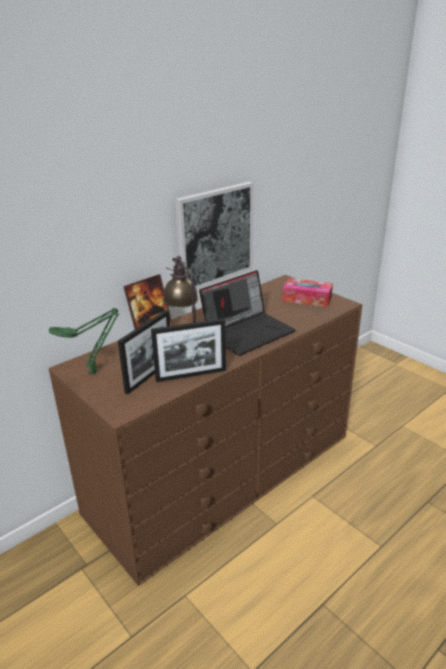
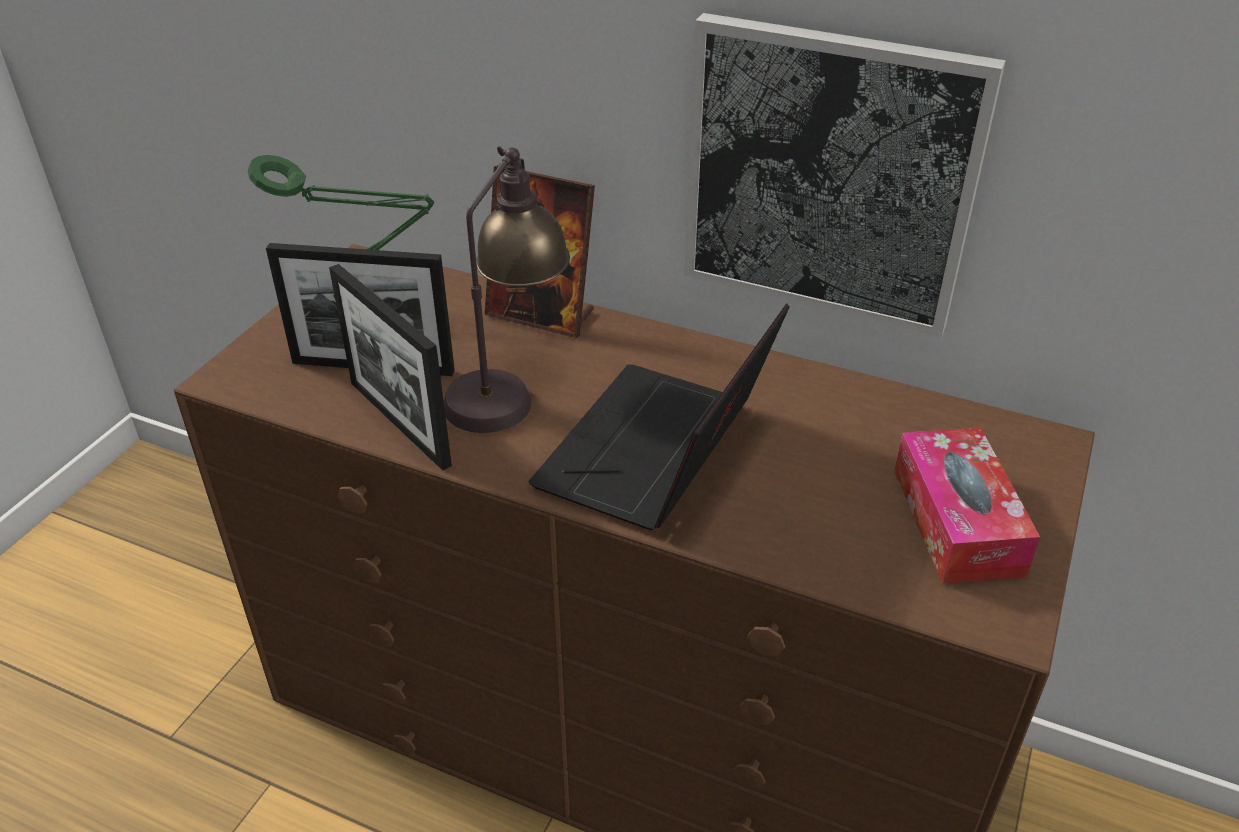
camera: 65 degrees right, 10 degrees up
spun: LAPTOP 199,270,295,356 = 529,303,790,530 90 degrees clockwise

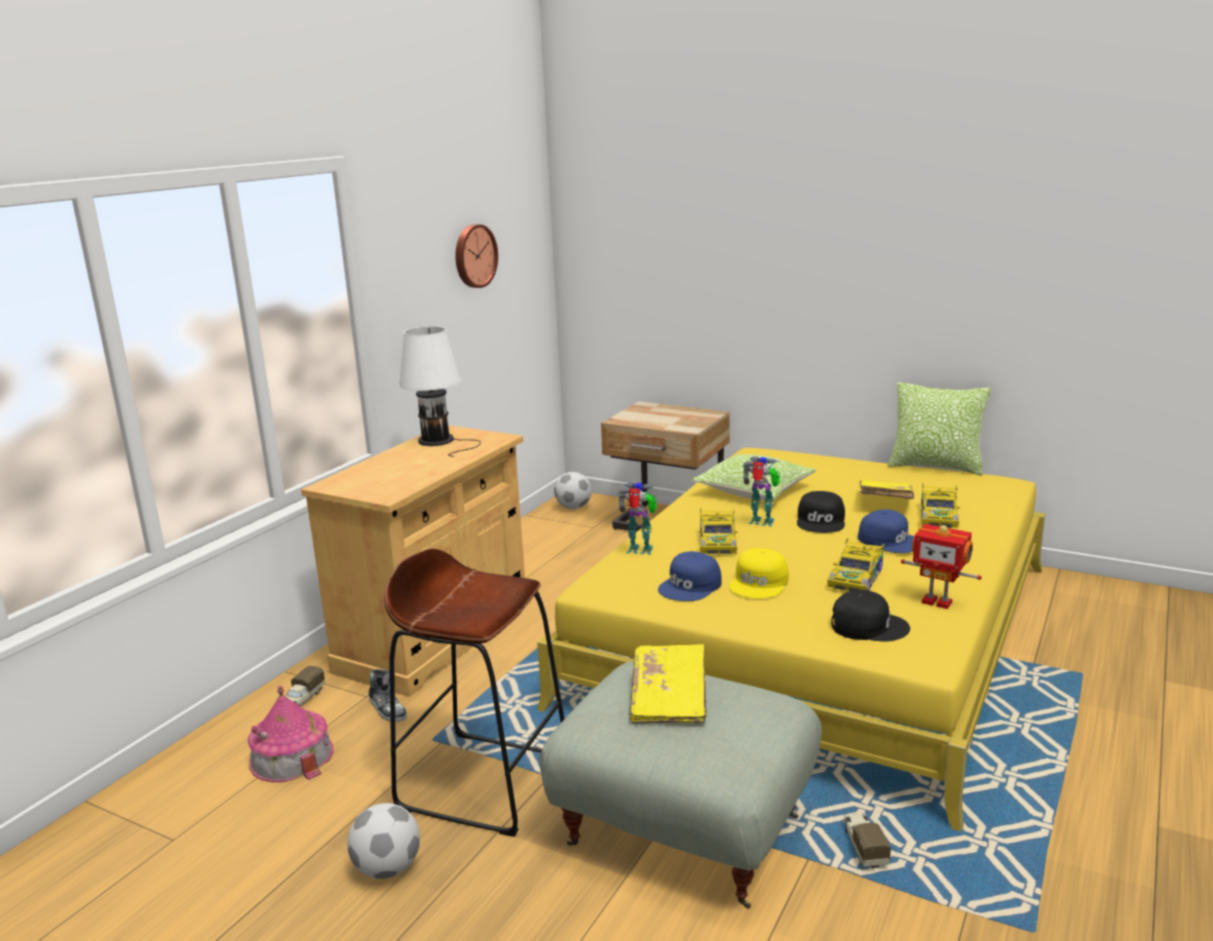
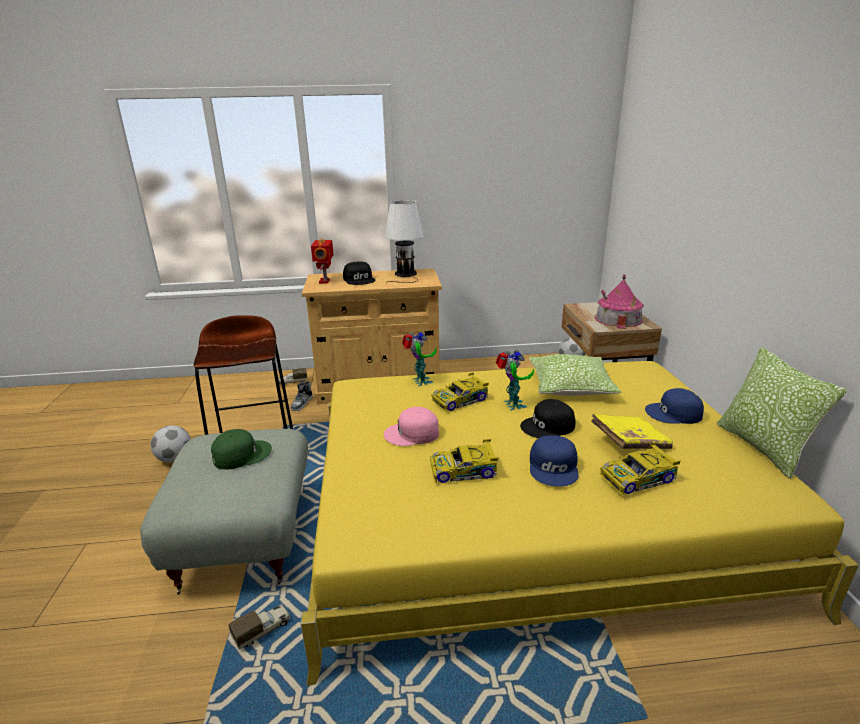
camera: 55 degrees right, 5 degrees up
missing: WALL CLOCK 455,224,498,288
relocated: TOY ROBOT 901,524,982,609 to 311,238,334,284; BLUE CAP 658,551,722,601 to 645,388,704,424; BLACK CAP 831,590,910,642 to 343,261,376,285; TOY HOUSE 248,686,334,782 to 595,274,644,329
exchanged: YELLOW BOOK 629,644,707,724 to GREEN CAP 211,429,272,470
colour: YELLOW CAP 729,548,789,598 to PINK CAP 384,407,439,446

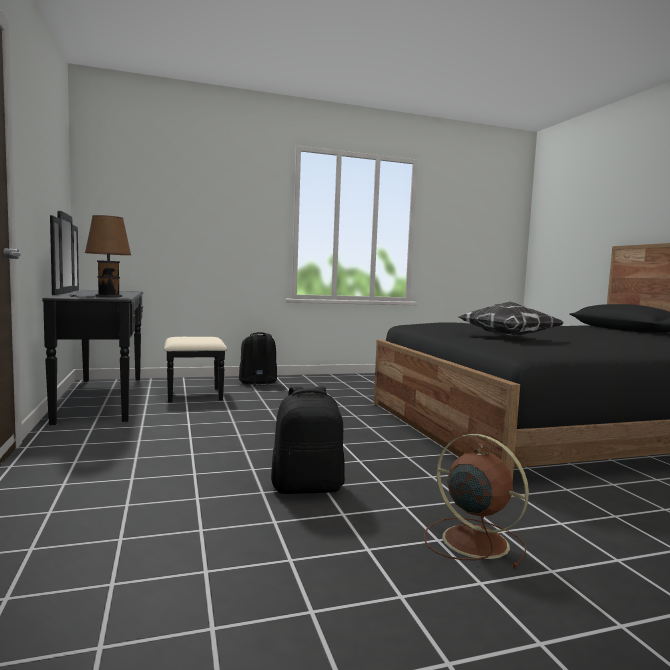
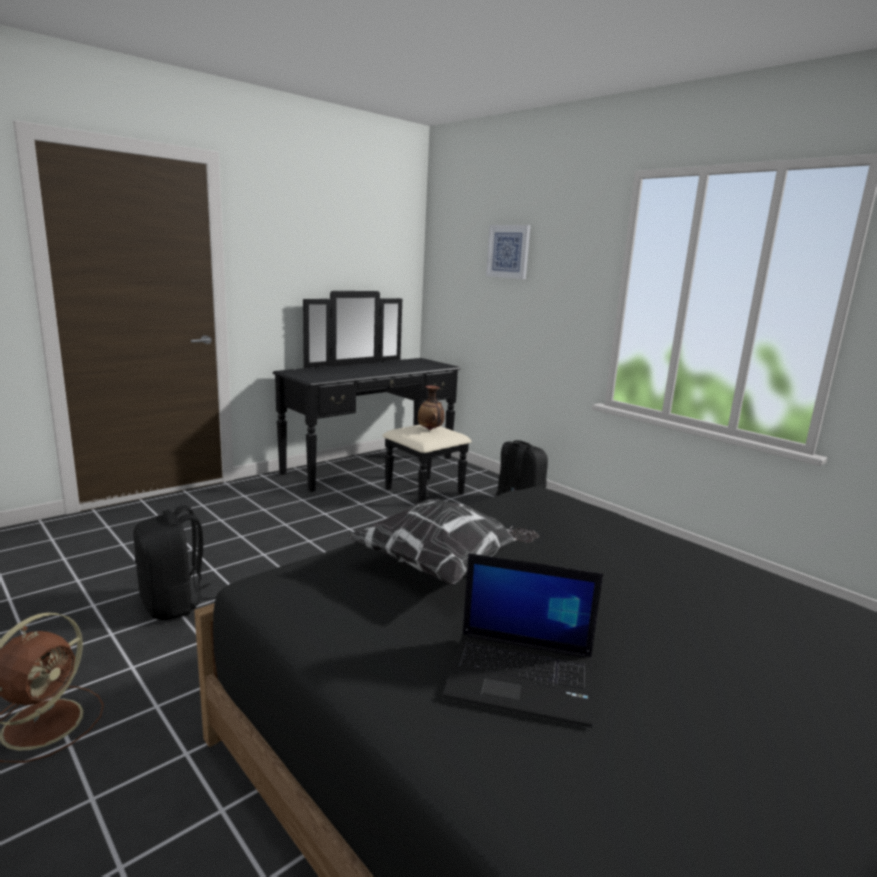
camera: 65 degrees right, 10 degrees up
missing: BROWN TABLE LAMP 70,215,131,297
appeared: PICTURE 486,225,530,279; VASE 418,386,444,430; LAPTOP 442,553,603,727

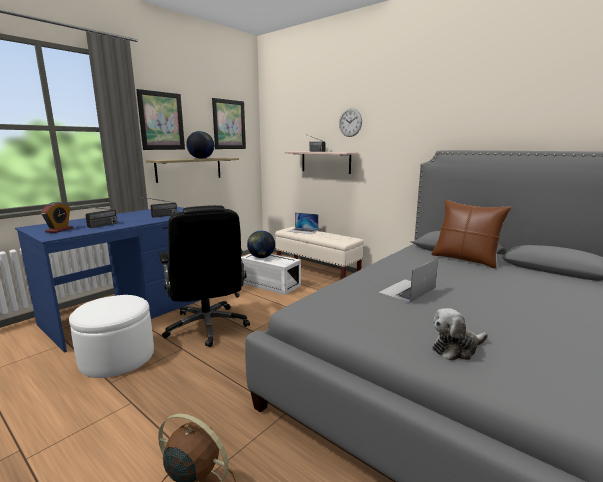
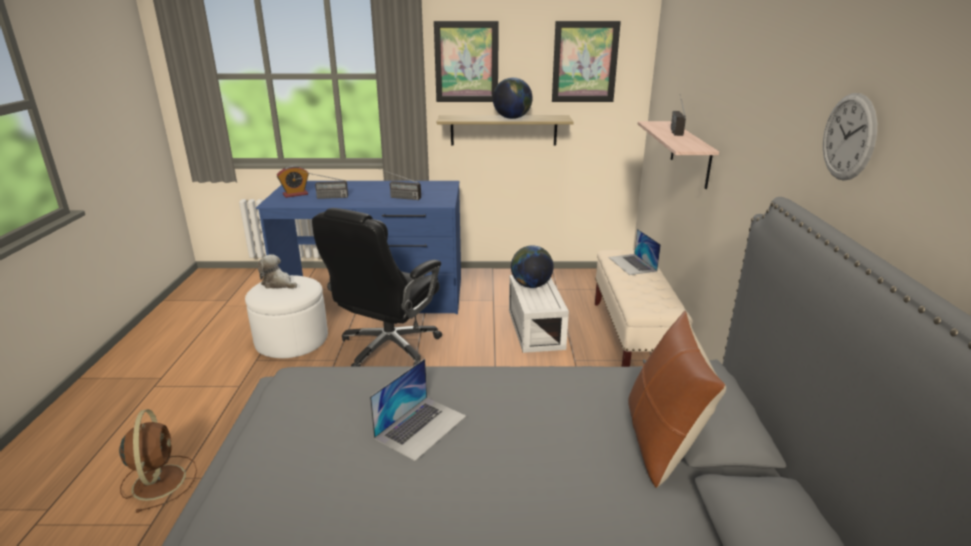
camera: 50 degrees right, 10 degrees up
relocated: WALL CLOCK 339,108,362,137 to 823,93,877,181; PLUSH TOY 432,308,488,360 to 257,254,297,289
spun: LAPTOP 378,258,438,303 = 370,359,466,461 120 degrees clockwise

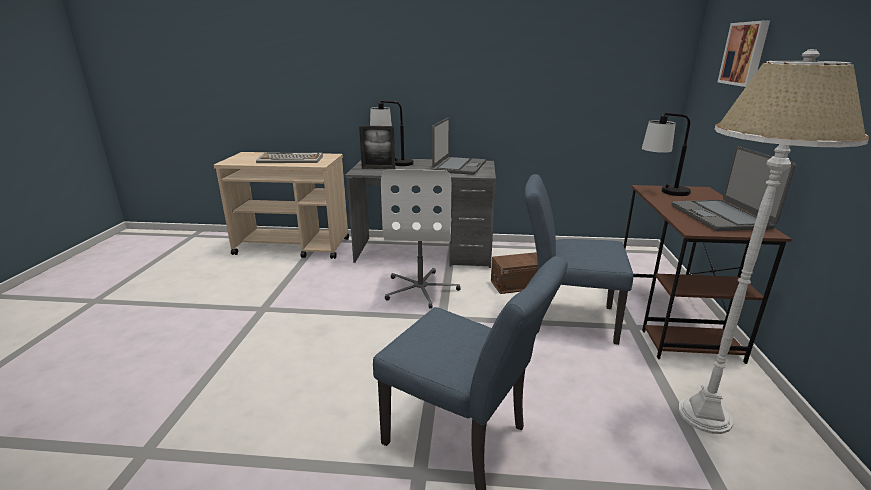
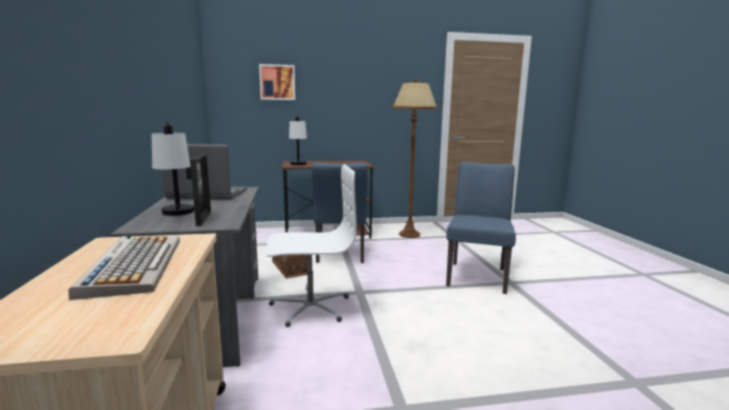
camera: 105 degrees left, 10 degrees down
missing: LAPTOP 672,146,796,231
colour: WHITE FLOOR LAMP 678,49,869,434 to BROWN FLOOR LAMP 392,79,438,238

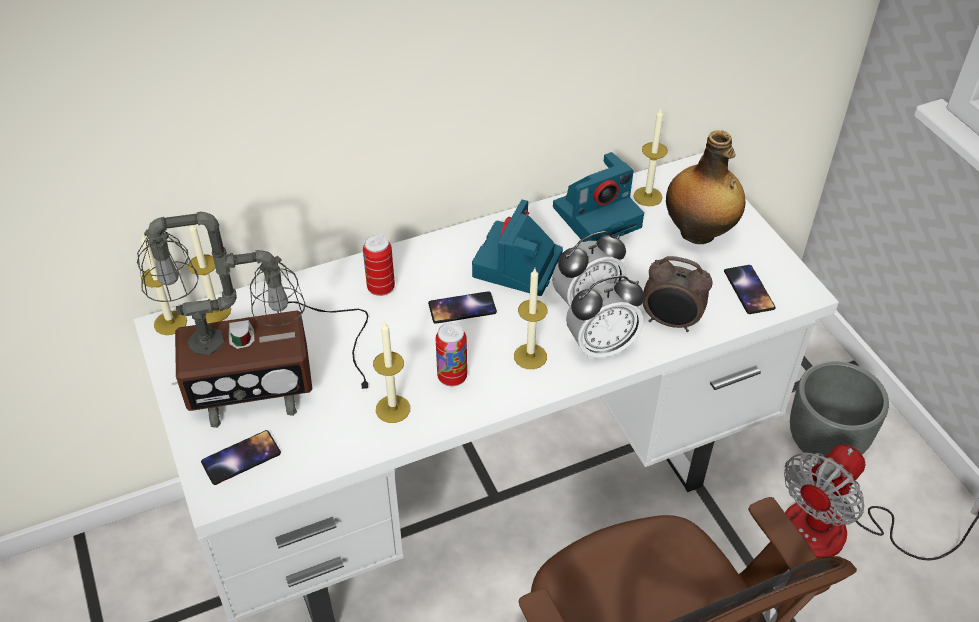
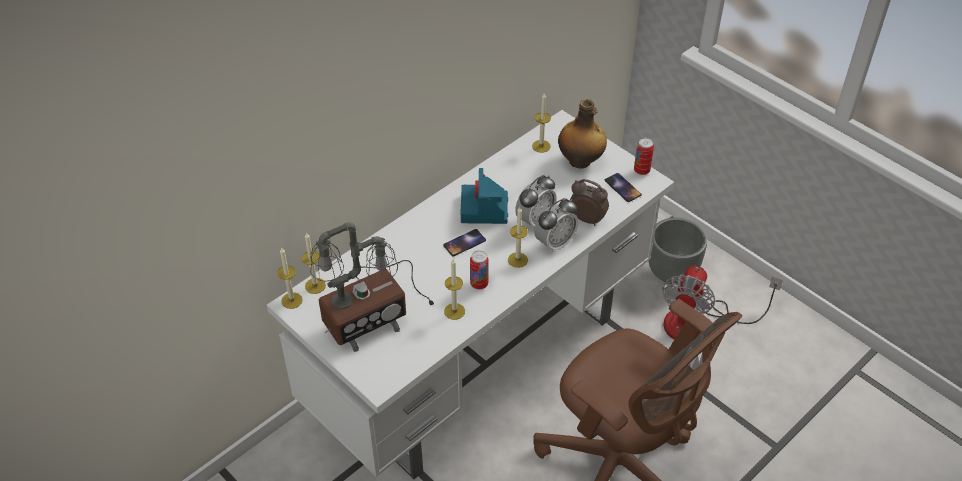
camera: 20 degrees left, 0 degrees up
missing: PHOTO CAMERA 553,152,644,242; PHONE 201,430,281,485
relocated: CAN 363,234,395,296 to 634,138,654,175
spun: ALARM CLOCK 642,256,713,332 = 570,179,609,226 150 degrees counterclockwise

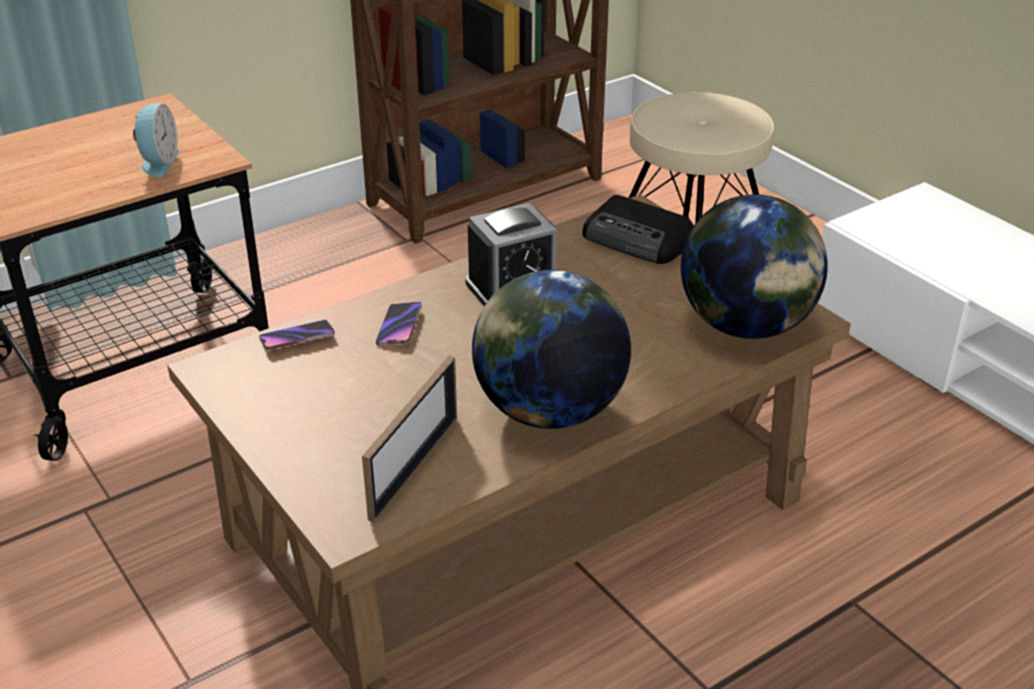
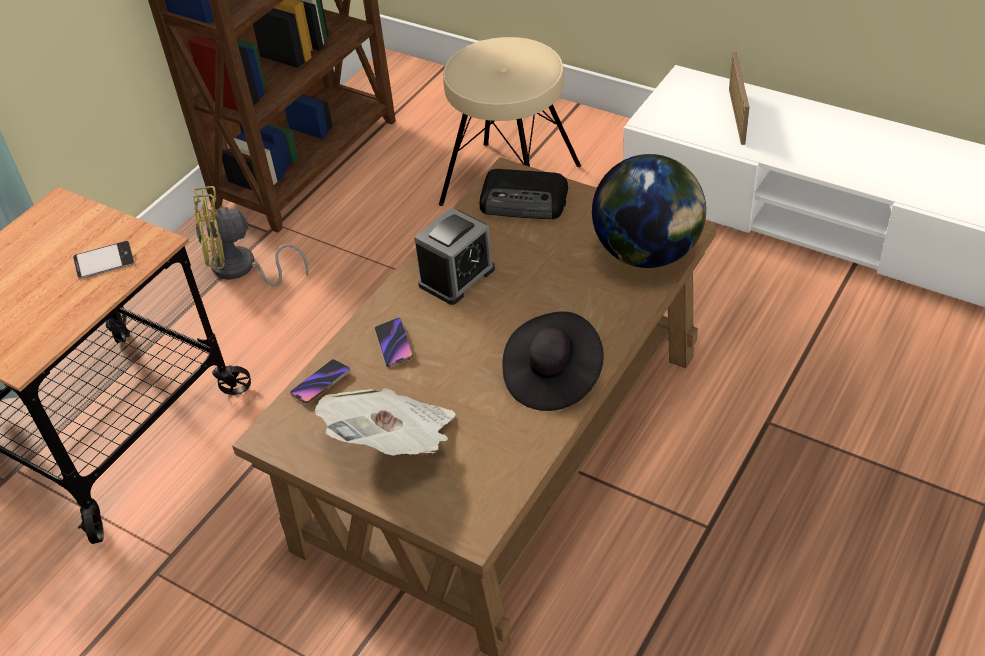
camera: 20 degrees left, 10 degrees up
appeared: YELLOW FAN 193,186,308,287; NEWSPAPER 315,388,456,455
relocated: PICTURE FRAME 362,356,457,522 to 729,52,749,145
exchanged: ALARM CLOCK 133,103,180,177 to PHONE 73,241,134,279; GLOBE 472,270,631,429 to BLACK HAT 503,312,604,411

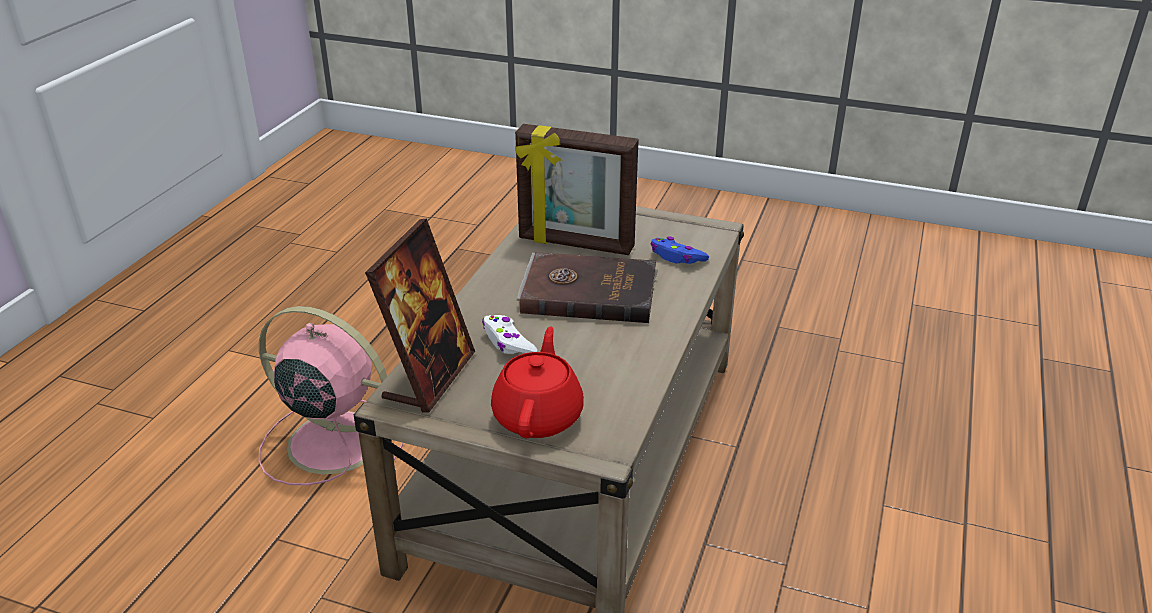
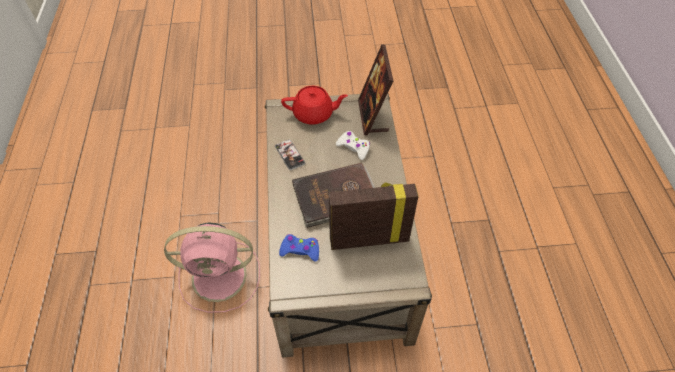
camera: 155 degrees right, 20 degrees up
appeared: PHONE 275,139,305,170
relocated: PINK FAN 259,306,403,485 to 164,222,260,313
spun: RED TEAPOT 491,326,584,438 = 281,86,348,125 75 degrees counterclockwise

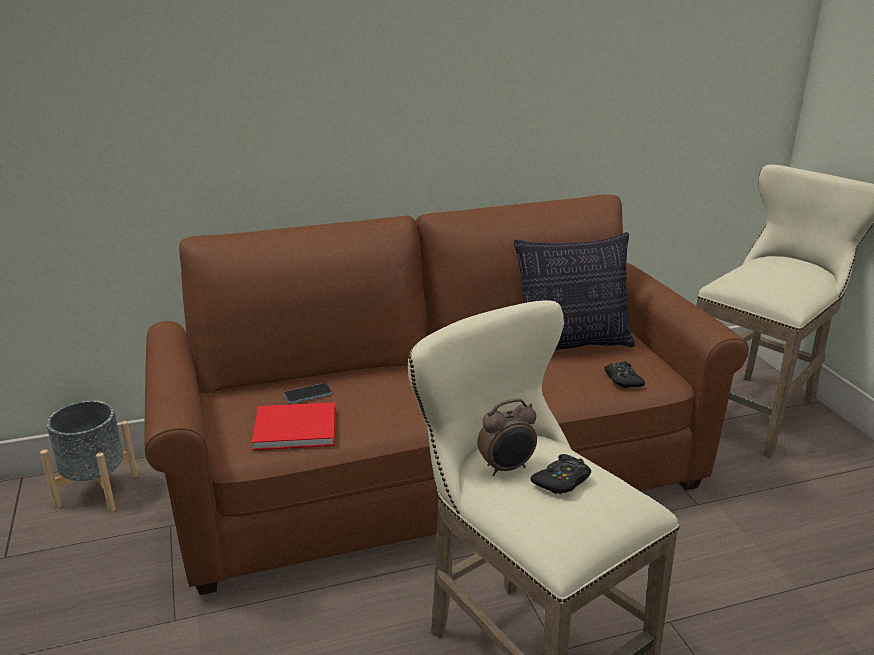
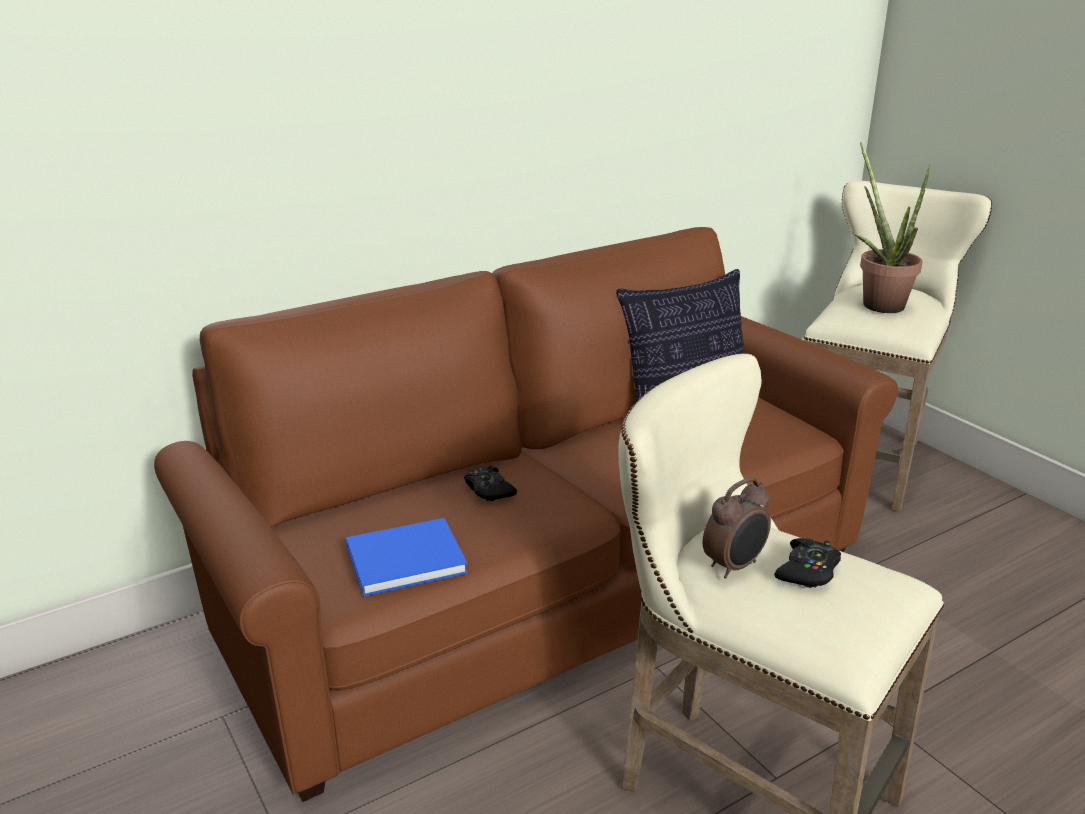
camera: 15 degrees left, 0 degrees up
missing: PHONE 284,383,332,404; GREY PLANTER 40,400,138,512
appeared: POTTED PLANT 852,142,931,313
relocated: BLACK GAME CONTROLLER 605,361,645,388 to 464,465,517,501
colour: RED BOOK 252,402,335,450 to BLUE BOOK 346,518,468,596

